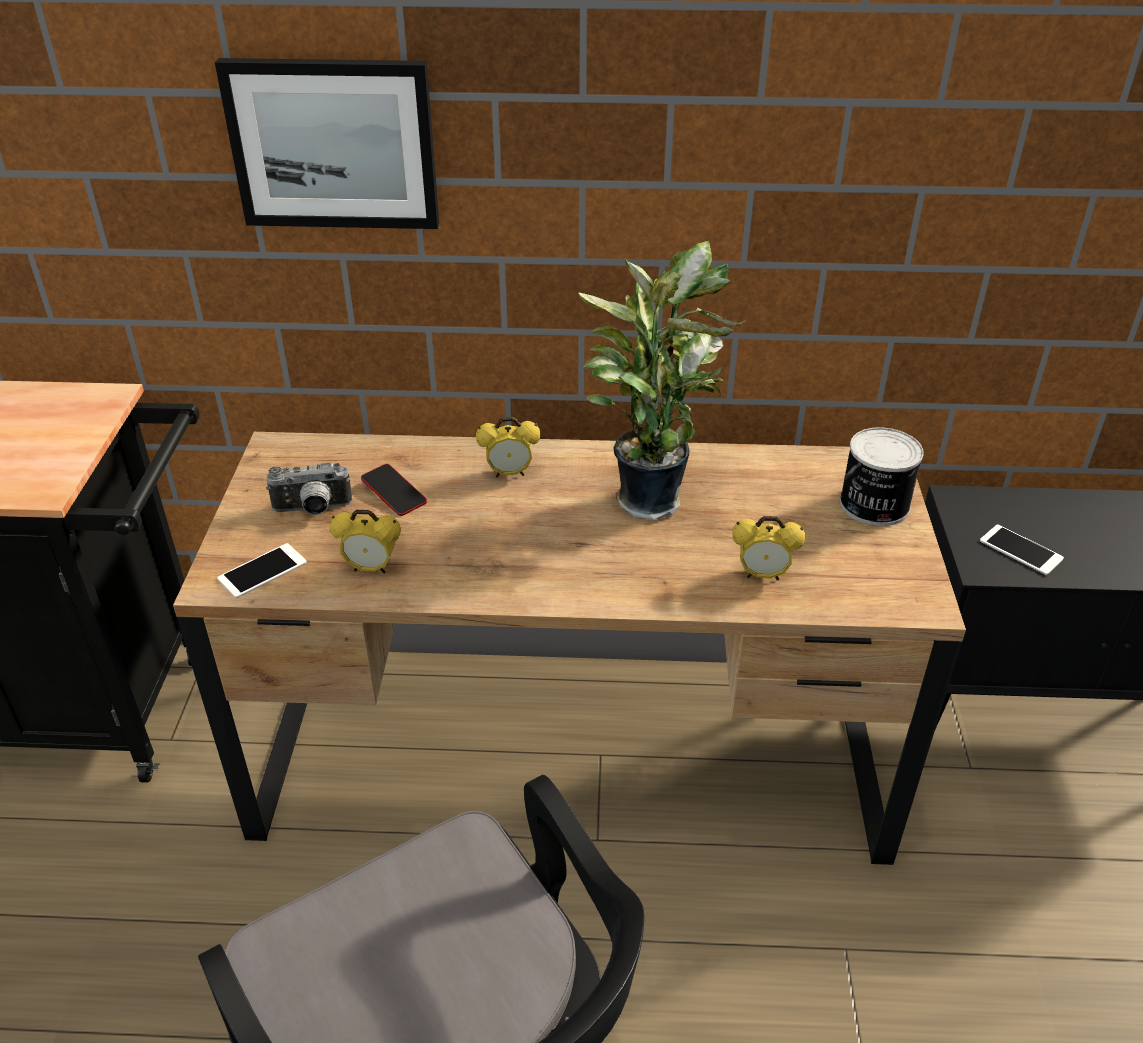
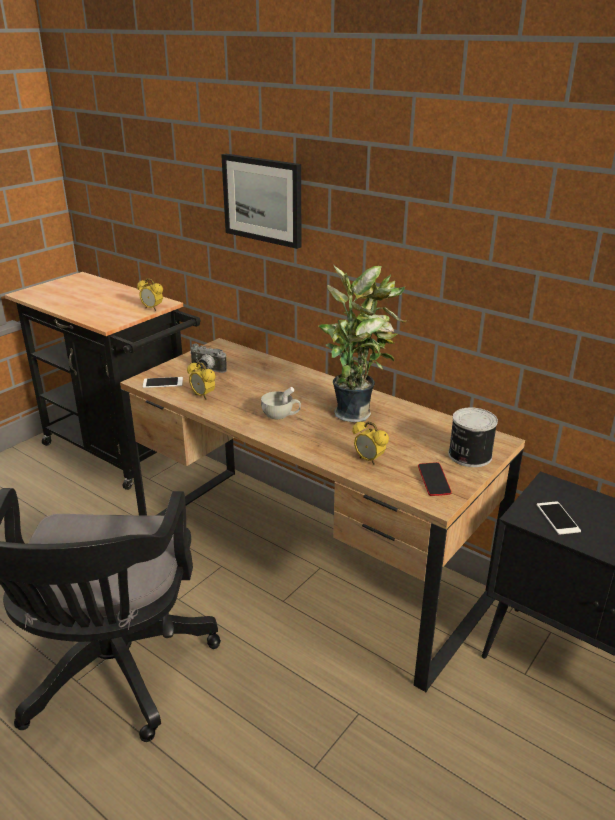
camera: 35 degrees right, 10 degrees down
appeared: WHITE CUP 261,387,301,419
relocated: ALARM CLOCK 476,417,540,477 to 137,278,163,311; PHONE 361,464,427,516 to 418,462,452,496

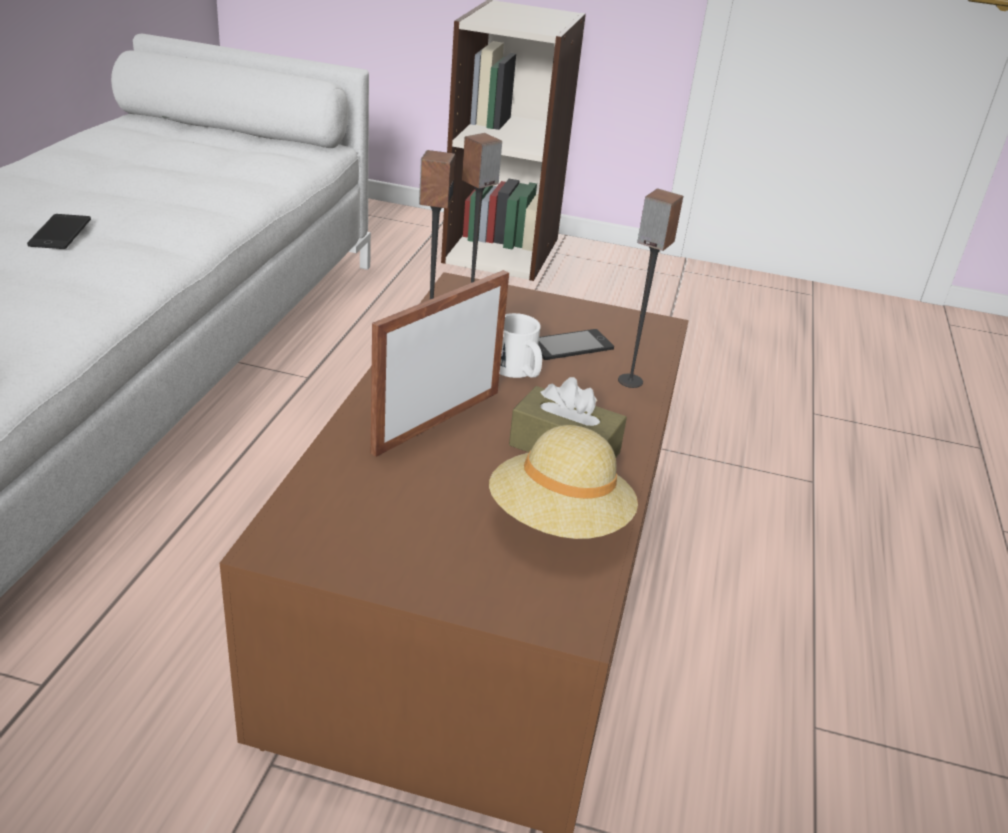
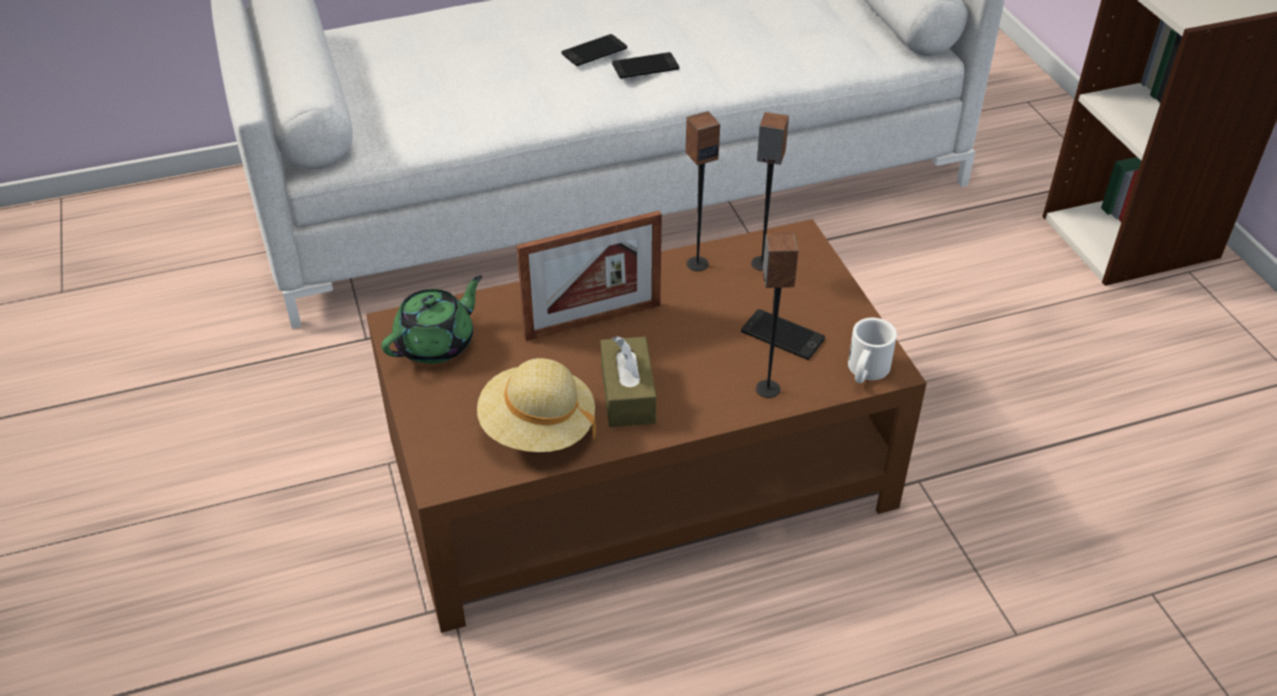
camera: 60 degrees right, 10 degrees up
appeared: PHONE 612,52,679,79; GREEN TEAPOT 381,275,482,364
relocated: WHITE MUG 500,313,542,378 to 848,318,897,383
spun: PICTURE FRAME 371,270,509,457 = 516,211,662,341 150 degrees clockwise

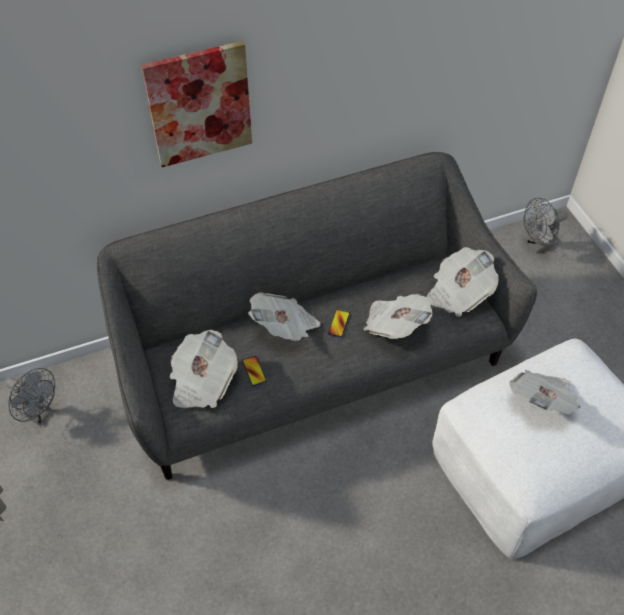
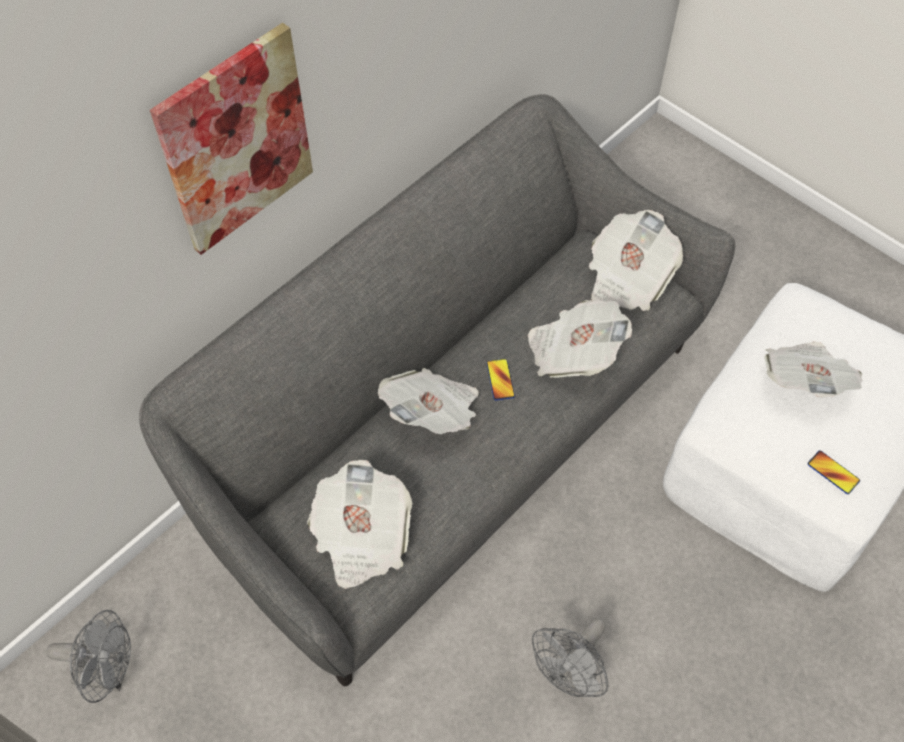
camera: 25 degrees left, 5 degrees up
relocated: GREY FAN 523,197,568,253 to 532,618,609,697; PHONE 242,356,267,386 to 808,450,860,494

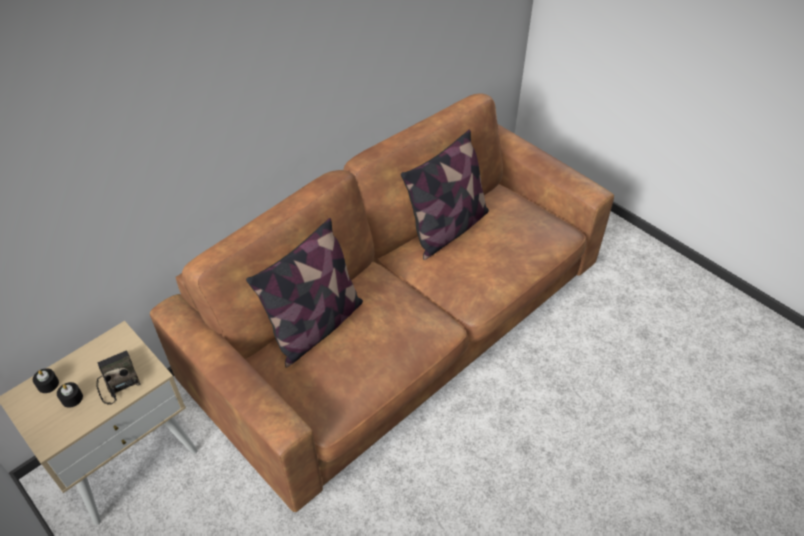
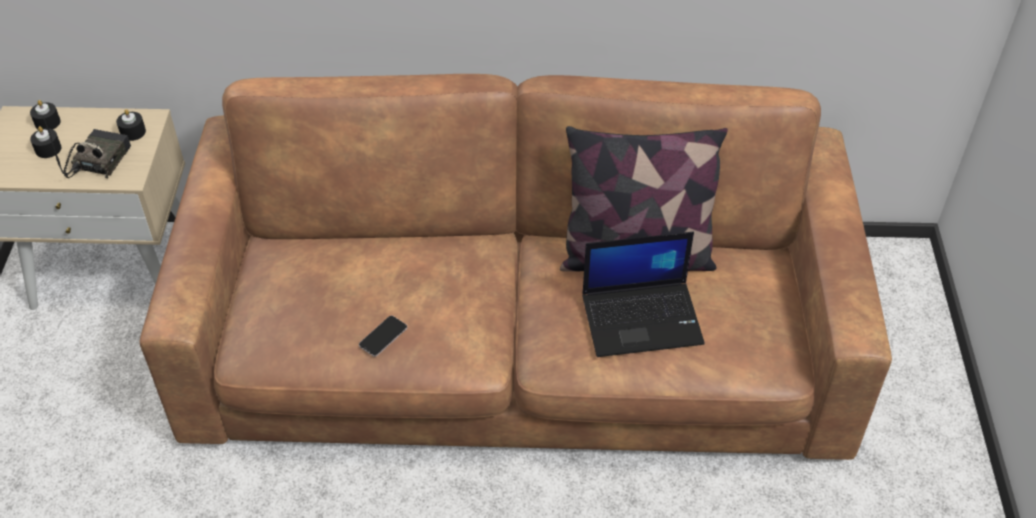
camera: 45 degrees right, 0 degrees up
missing: PILLOW 246,218,363,368
appeared: BLACK CANDLE 116,109,146,141; LAPTOP 582,232,705,357; PHONE 359,316,407,357

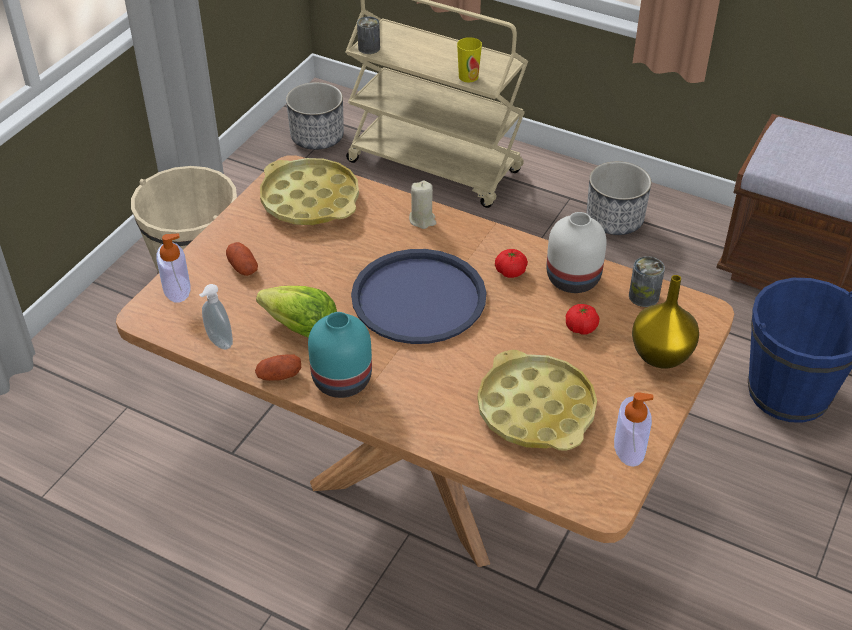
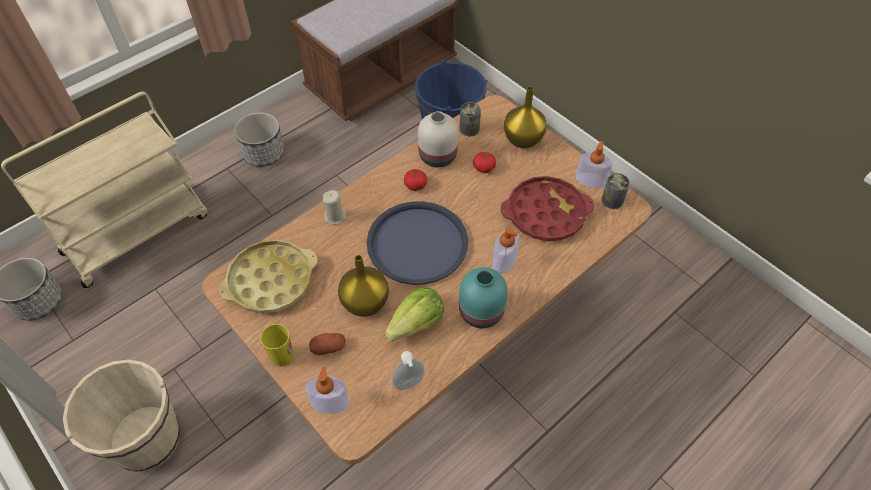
camera: 70 degrees left, 10 degrees up
missing: POTATO 255,354,301,381
appeared: SOAP DISPENSER 492,227,520,274; YELLOW VASE 338,255,389,317
relocated: CAN 357,17,380,54 to 601,173,630,209; CUP 457,37,482,83 to 260,324,293,367
colour: YELLOW TRAY 477,350,597,451 to RED TRAY 501,176,594,241

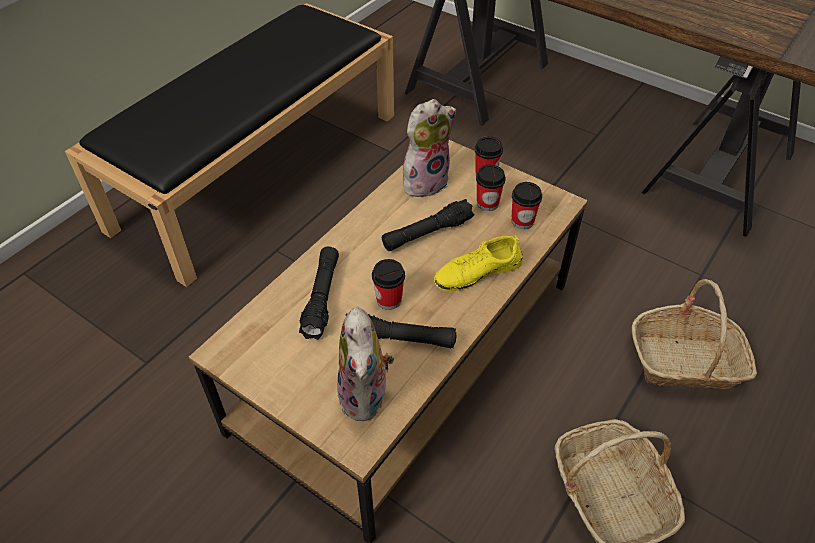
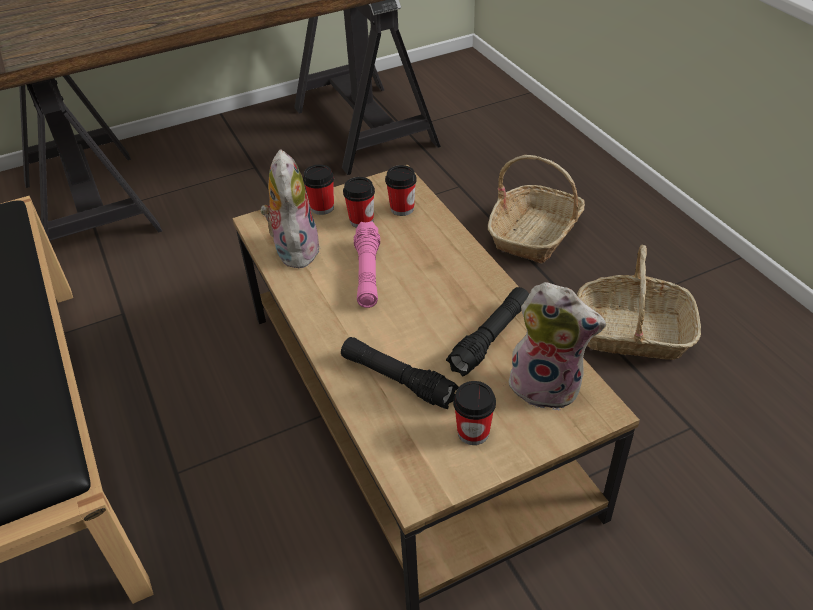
camera: 60 degrees left, 5 degrees down
missing: YELLOW SHOE 434,235,523,291
relocated: CUP 372,259,405,310 to 453,381,496,445
colour: BLACK FLASHLIGHT 382,199,474,251 to PINK FLASHLIGHT 354,221,380,308

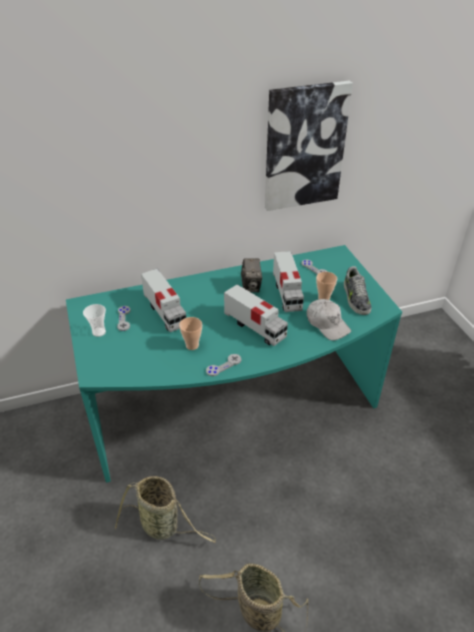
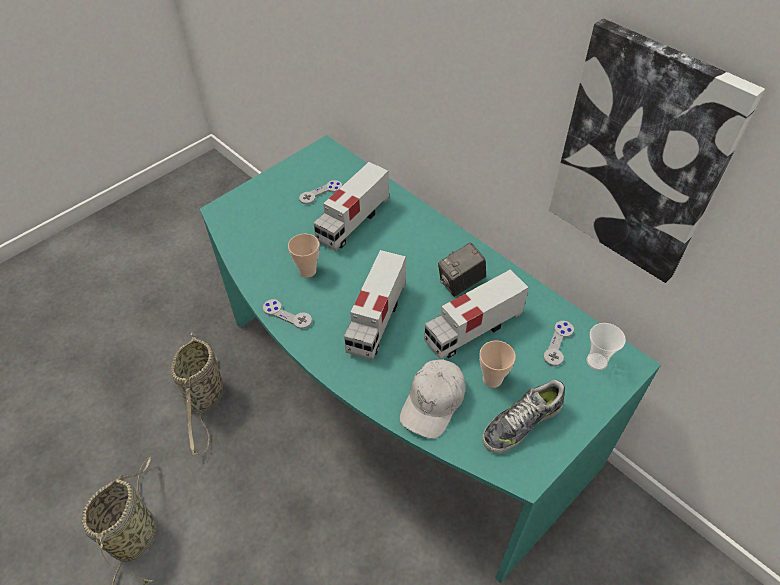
camera: 65 degrees right, 10 degrees up
relocated: CUP 83,304,106,337 to 587,323,626,370

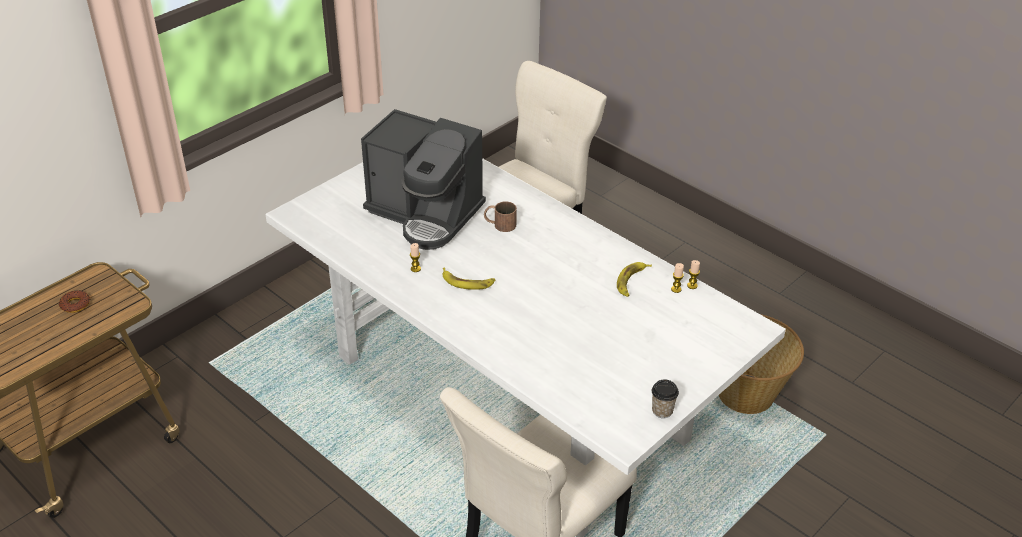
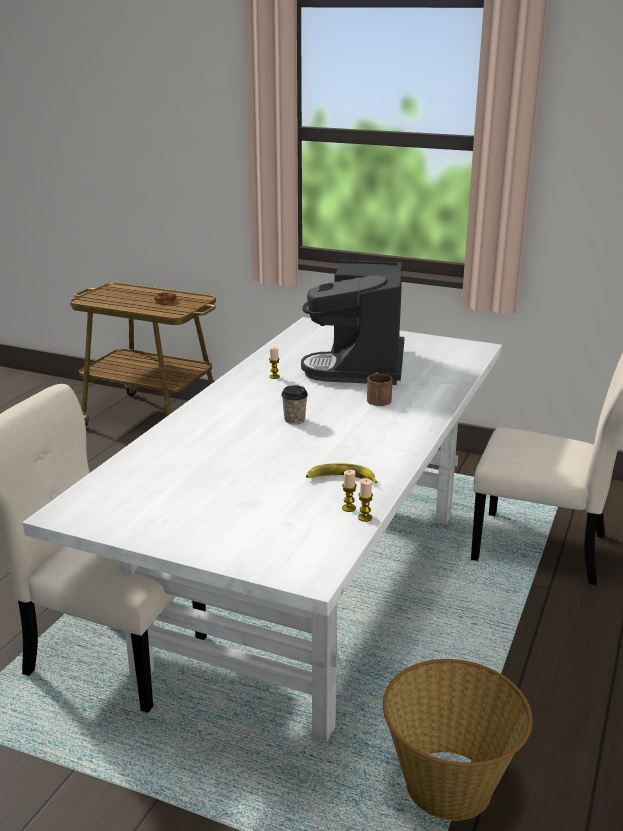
camera: 70 degrees right, 15 degrees down
missing: BANANA 443,267,495,290
relocated: CUP 652,380,679,418 to 281,385,308,425

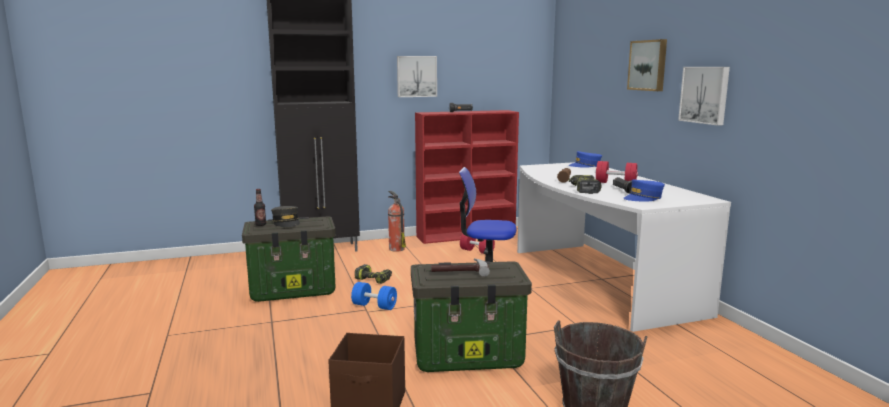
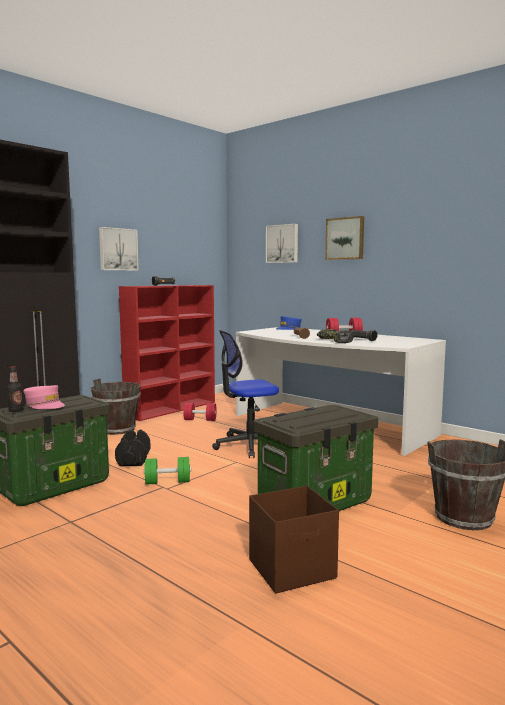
camera: 30 degrees left, 5 degrees down
missing: BLUE CAP 623,179,665,201; HAMMER 431,258,490,277
relocated: PICTURE 678,67,730,126 to 266,224,298,263
exchanged: FIRE EXTINGUISHER 388,191,406,252 to BROWN BUCKET 91,378,141,435; POWER DRILL 355,264,392,284 to BLACK DUMBBELL 115,430,151,466
colour: GREY CAP 271,206,300,227 to PINK CAP 23,385,65,409; BLUE DUMBBELL 351,282,397,310 to GREEN DUMBBELL 144,457,191,485

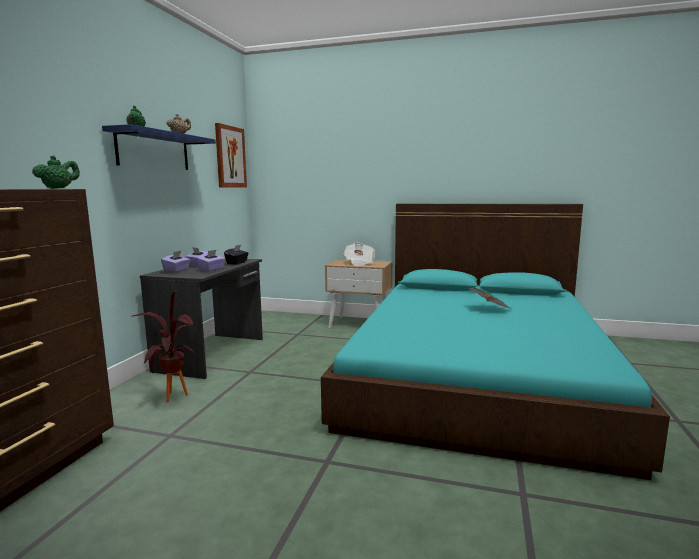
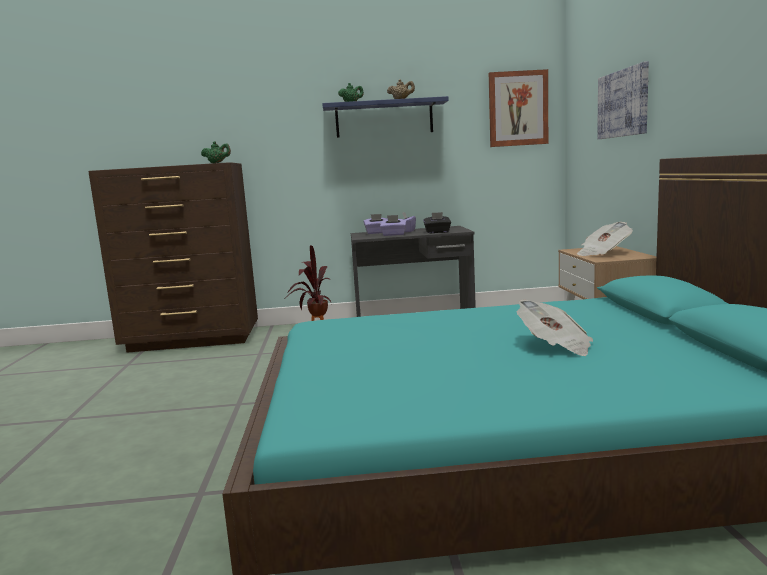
camera: 70 degrees right, 0 degrees up
appeared: PICTURE 597,61,649,139

